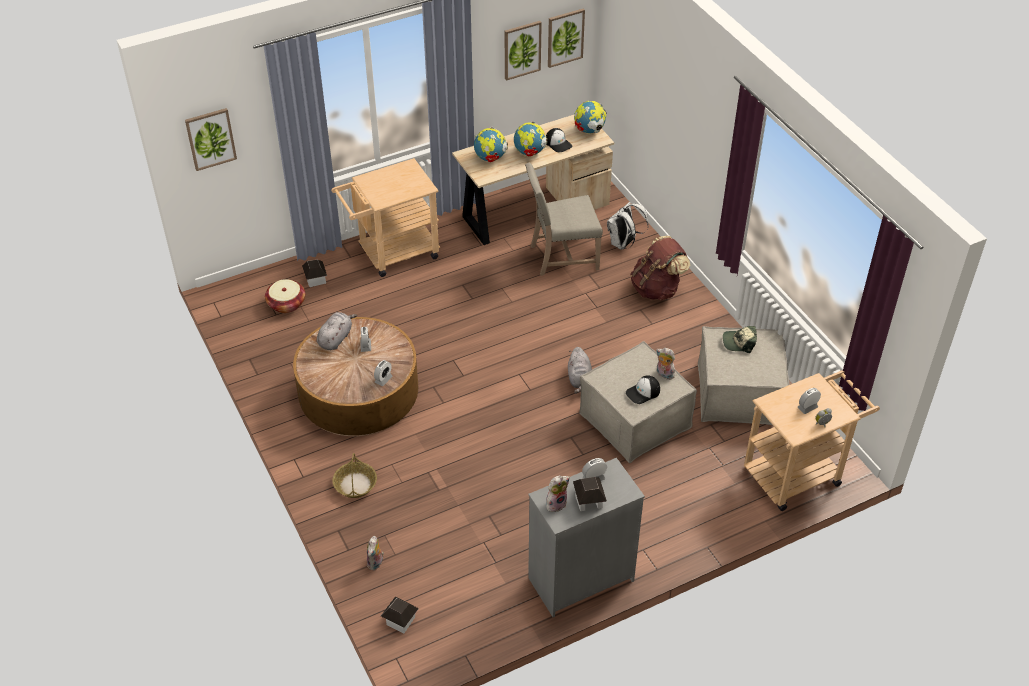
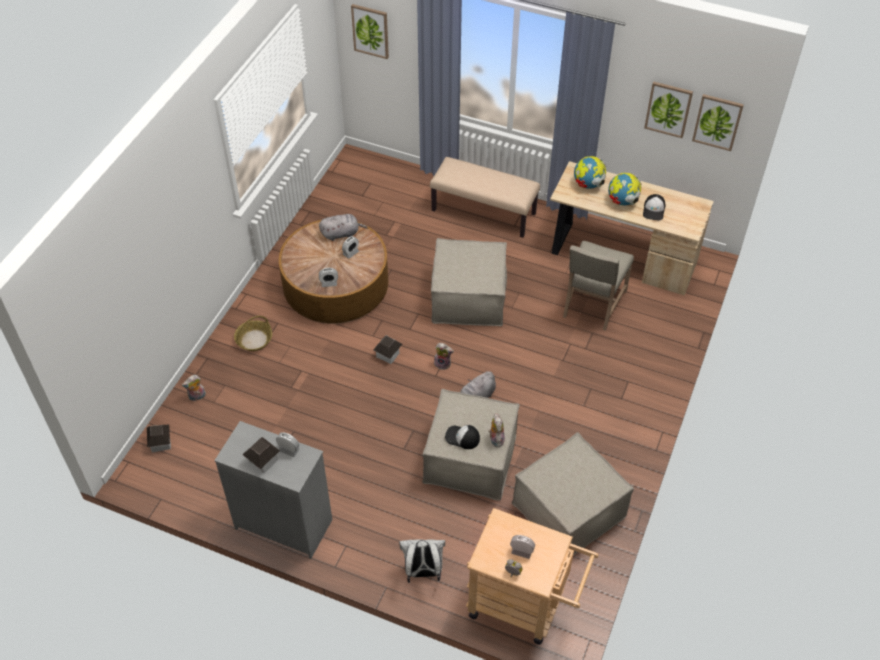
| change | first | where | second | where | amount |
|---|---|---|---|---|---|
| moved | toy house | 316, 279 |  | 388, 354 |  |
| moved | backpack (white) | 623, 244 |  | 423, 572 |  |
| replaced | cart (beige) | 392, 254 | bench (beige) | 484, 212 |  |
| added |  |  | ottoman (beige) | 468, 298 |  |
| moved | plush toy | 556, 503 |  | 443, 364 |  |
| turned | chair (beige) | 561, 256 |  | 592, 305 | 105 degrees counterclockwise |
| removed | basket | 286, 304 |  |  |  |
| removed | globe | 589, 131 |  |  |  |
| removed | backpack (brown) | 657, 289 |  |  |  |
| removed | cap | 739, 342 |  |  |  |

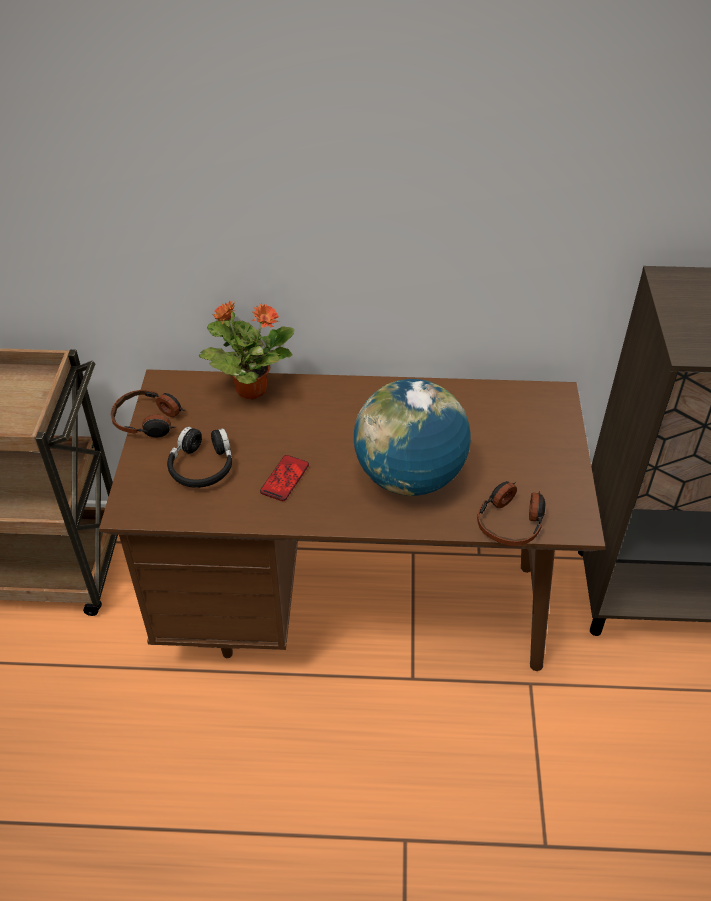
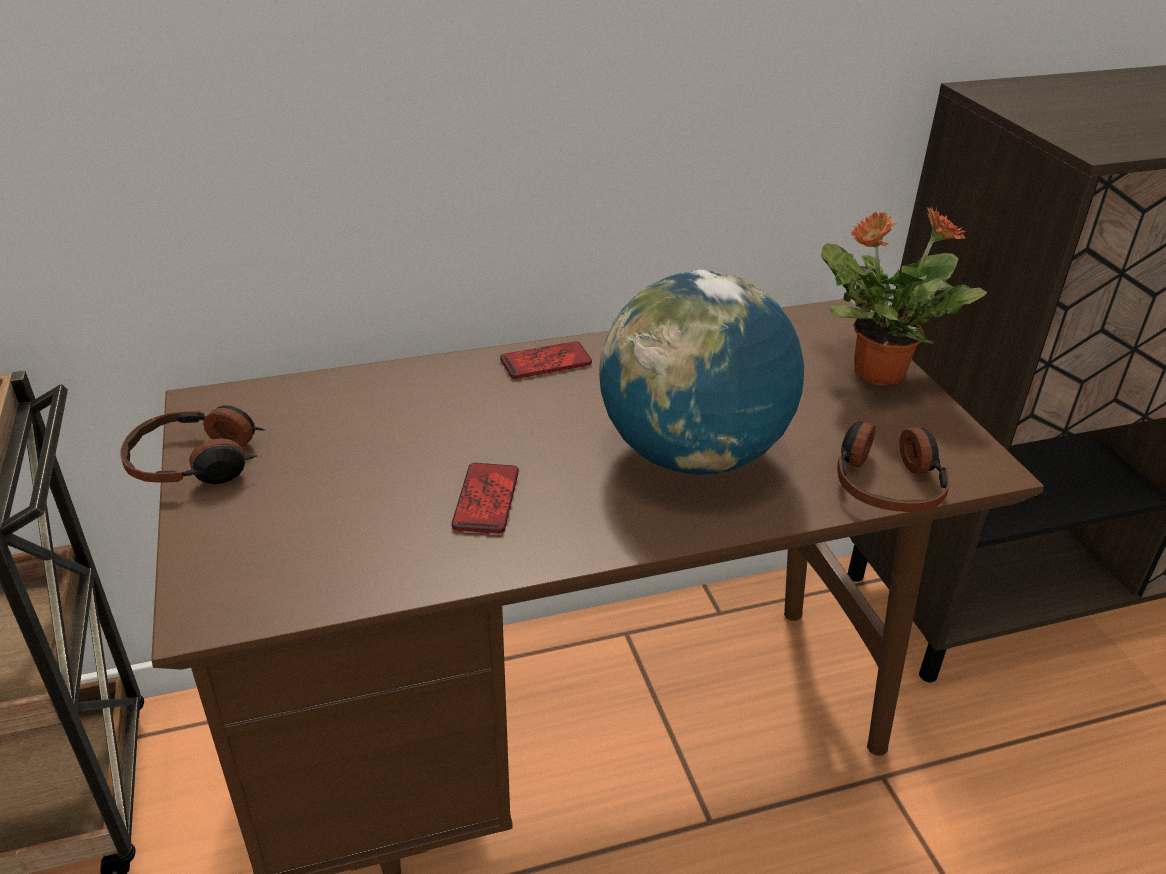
| change | first | where | second | where | amount |
|---|---|---|---|---|---|
| added |  |  | phone | 546, 362 |  |
| moved | potted plant | 250, 389 |  | 876, 372 |  |
| removed | headphones (black) | 202, 466 |  |  |  |

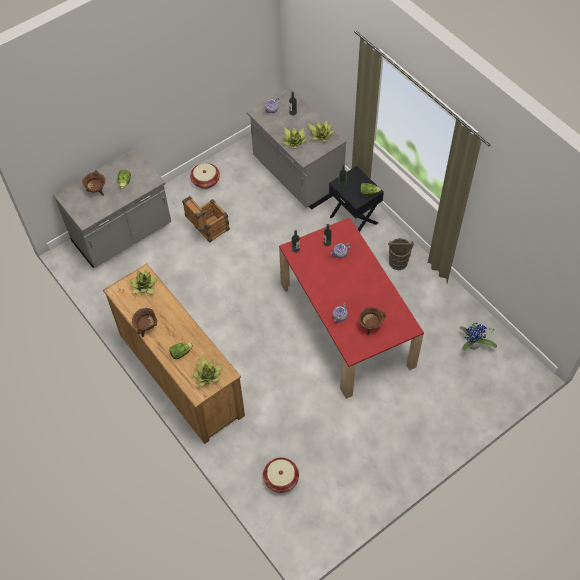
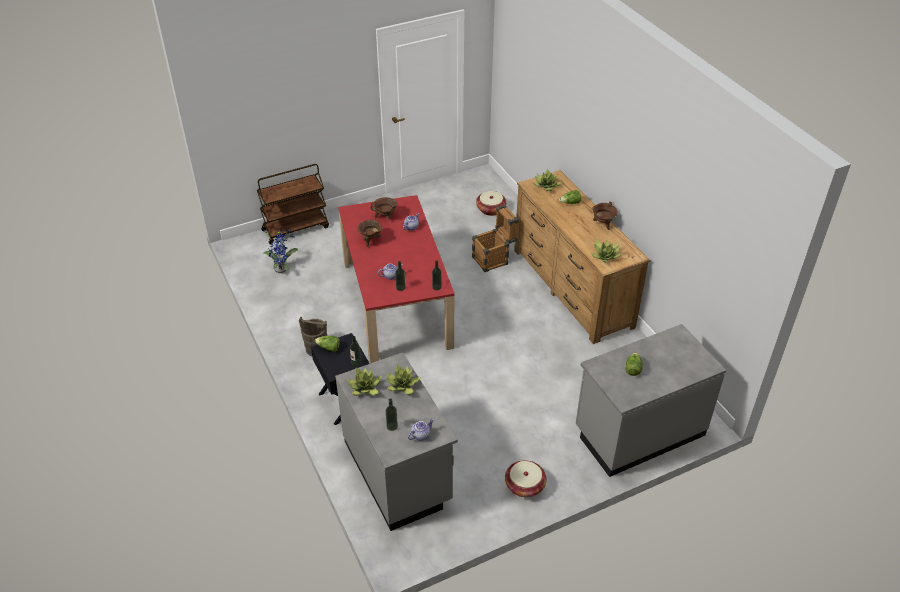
| change | first | where | second | where | amount |
|---|---|---|---|---|---|
| added |  |  | cart (brown) | 296, 228 |  |
| moved | cooking pot (brown) | 97, 191 |  | 370, 240 |  |
| moved | crate | 208, 230 |  | 494, 259 |  |

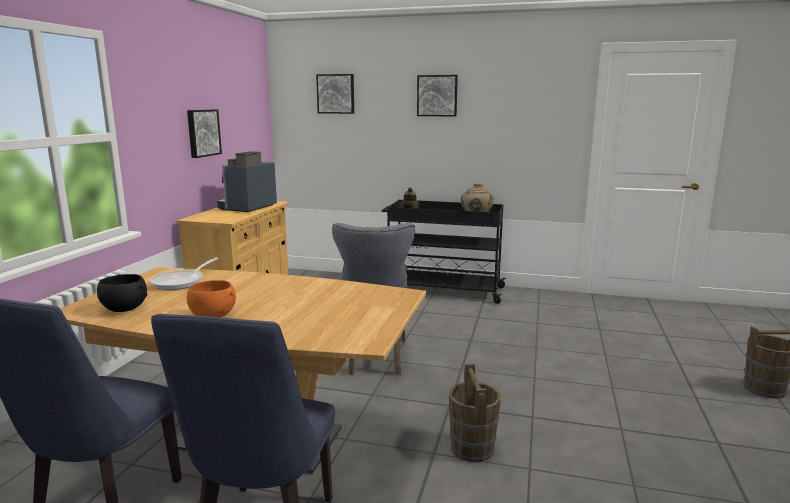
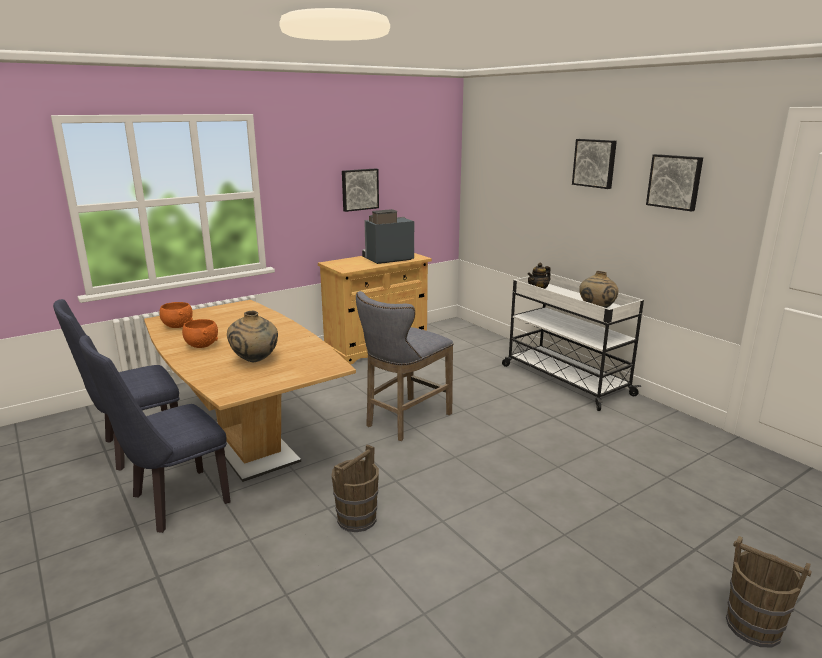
| change | first | where | second | where | amount |
|---|---|---|---|---|---|
| recoloured | bowl (black) | 124, 309 | bowl (orange) | 177, 326 |  |
| added |  |  | vase (beige) | 255, 361 |  |
| recoloured | cart (black) | 442, 290 | cart (white) | 564, 379 |  |
| moved | picture | 336, 94 |  | 675, 182 |  |
| removed | frying pan | 181, 282 |  |  |  |

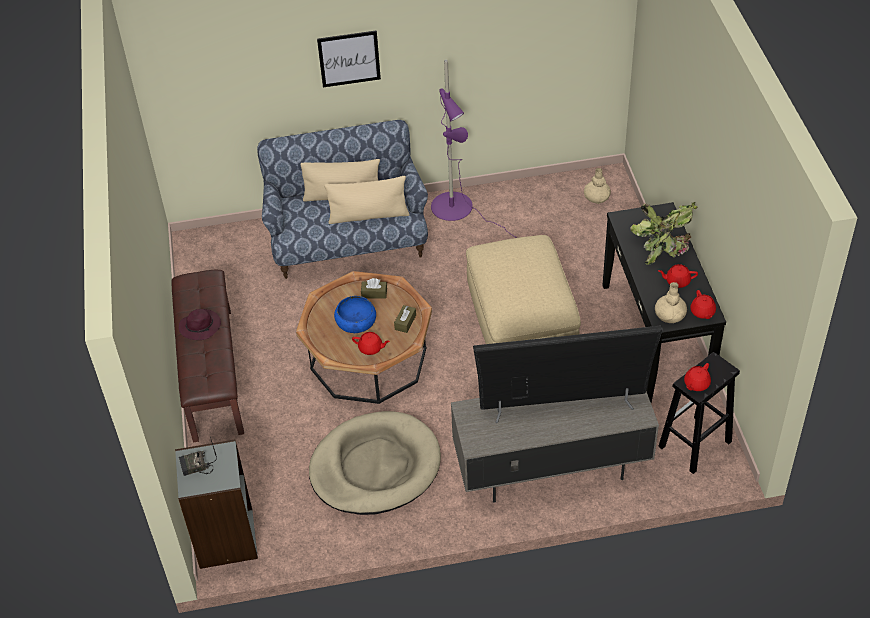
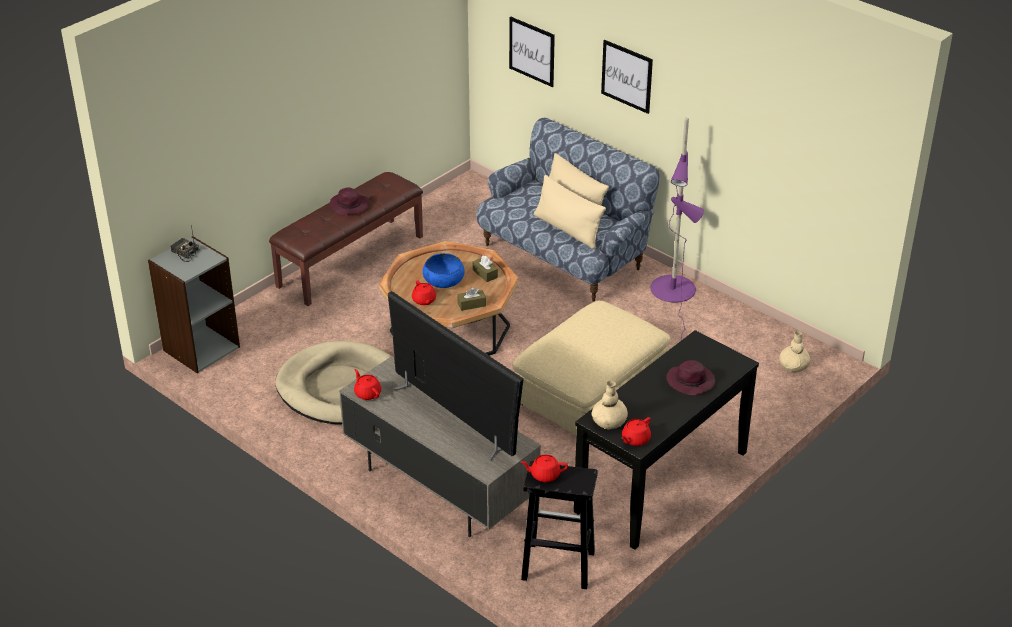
| change | first | where | second | where | amount |
|---|---|---|---|---|---|
| moved | teapot (red) | 677, 281 |  | 367, 393 |  |
| added |  |  | picture | 532, 51 |  |
| replaced | potted plant | 664, 247 | hat (purple) | 691, 381 |  |

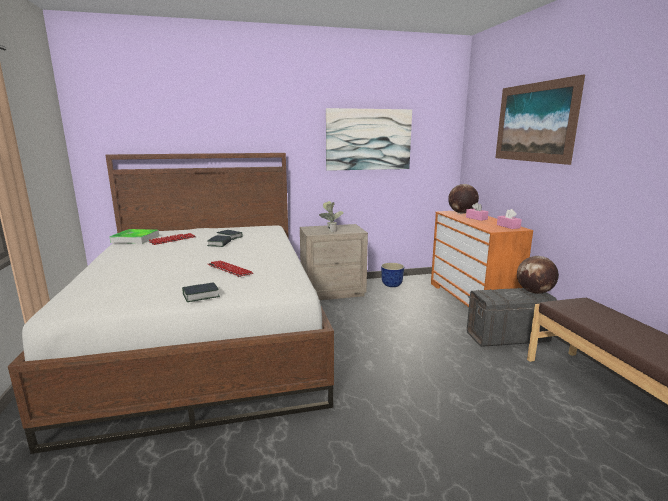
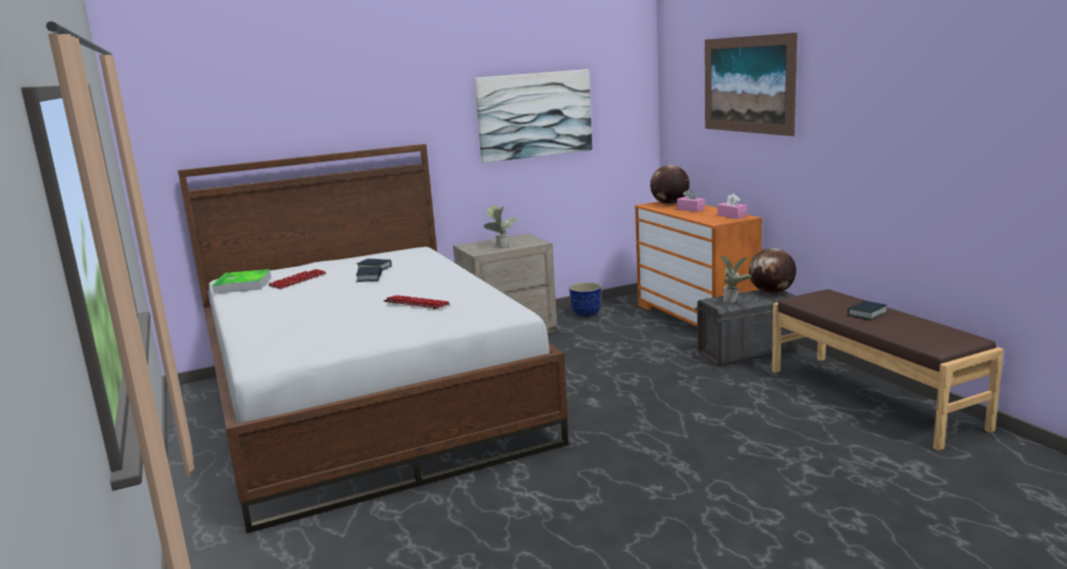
| change | first | where | second | where | amount |
|---|---|---|---|---|---|
| added |  |  | potted plant | 734, 300 |  |
| moved | book | 201, 295 |  | 867, 314 |  |

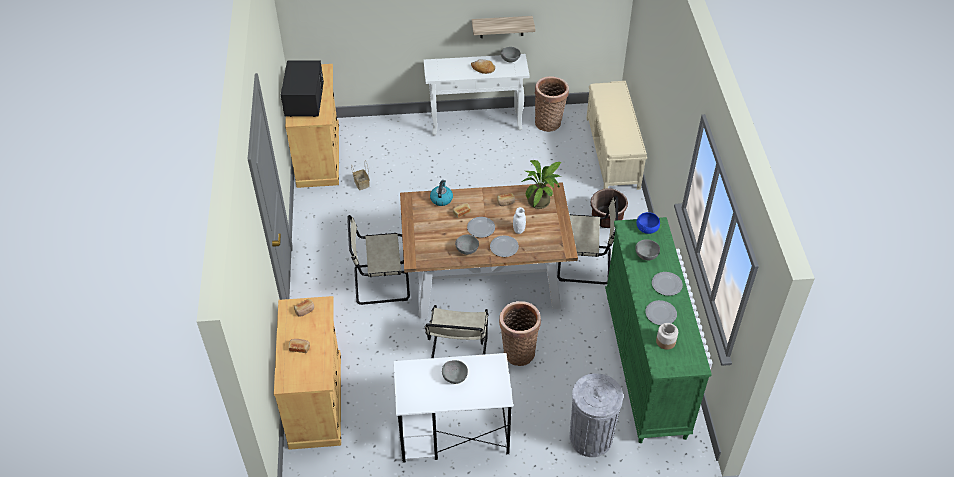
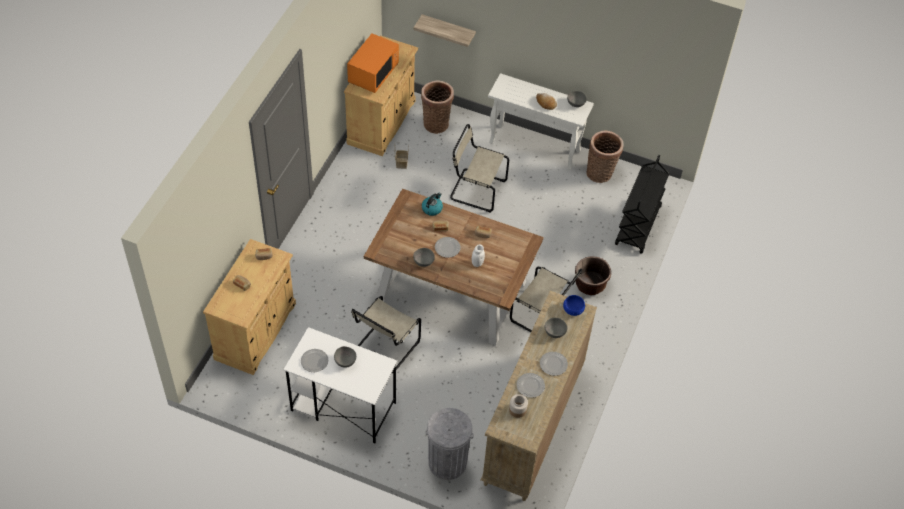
| change | first | where | second | where | amount |
|---|---|---|---|---|---|
| moved | plate | 504, 247 |  | 315, 361 |  |
| recoloured | microwave (black) | 304, 101 | microwave (orange) | 373, 73 |  |
| moved | shelf | 502, 27 |  | 448, 30 |  |
| moved | basket | 518, 351 |  | 436, 122 |  |
| moved | chair (beige) | 379, 283 |  | 476, 189 |  |
| recoloured | dresser (green) | 644, 365 | dresser (beige) | 533, 425 |  |
| replaced | bench (beige) | 612, 153 | cart (black) | 638, 226 |  |
| removed | potted plant | 541, 200 |  |  |  |

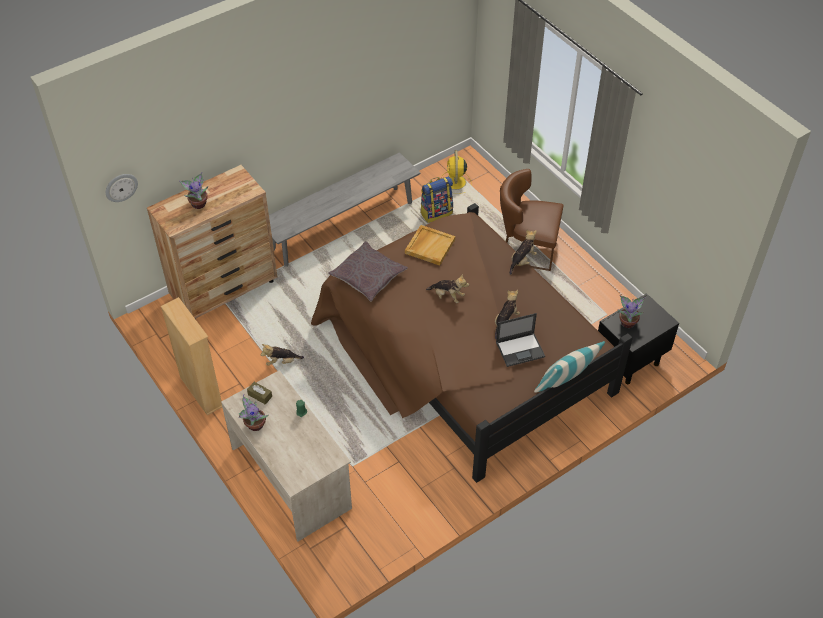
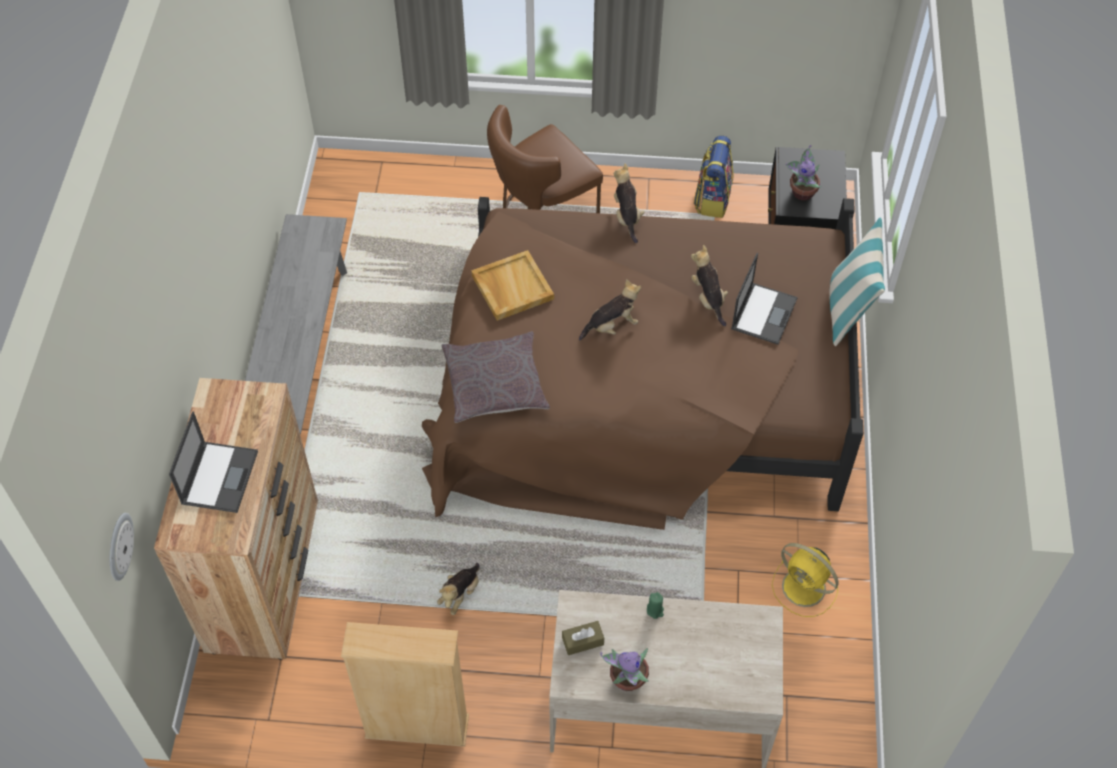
| change | first | where | second | where | amount |
|---|---|---|---|---|---|
| replaced | potted plant | 198, 203 | laptop | 219, 476 |  |
| moved | backpack | 436, 212 |  | 712, 199 |  |
| moved | fan (yellow) | 455, 183 |  | 805, 588 |  |

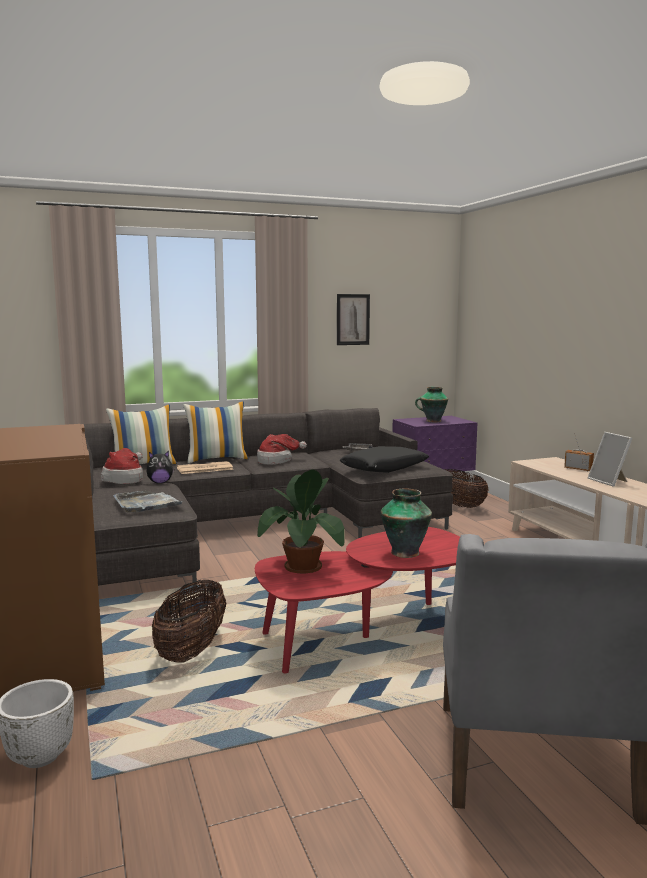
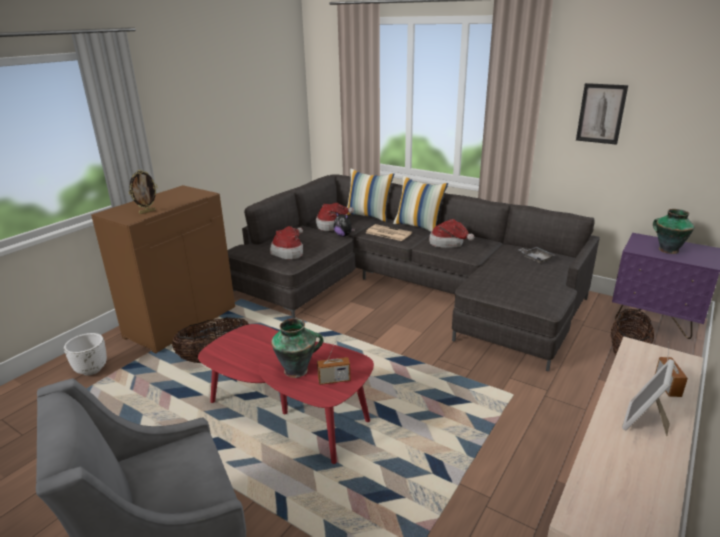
| change | first | where | second | where | amount |
|---|---|---|---|---|---|
| added |  |  | picture frame | 147, 212 |  |
| replaced | tray (grey) | 147, 504 | hat | 289, 252 |  |
| added |  |  | radio | 334, 380 |  |
| removed | potted plant | 302, 567 |  |  |  |
| removed | pillow (black) | 384, 468 |  |  |  |

